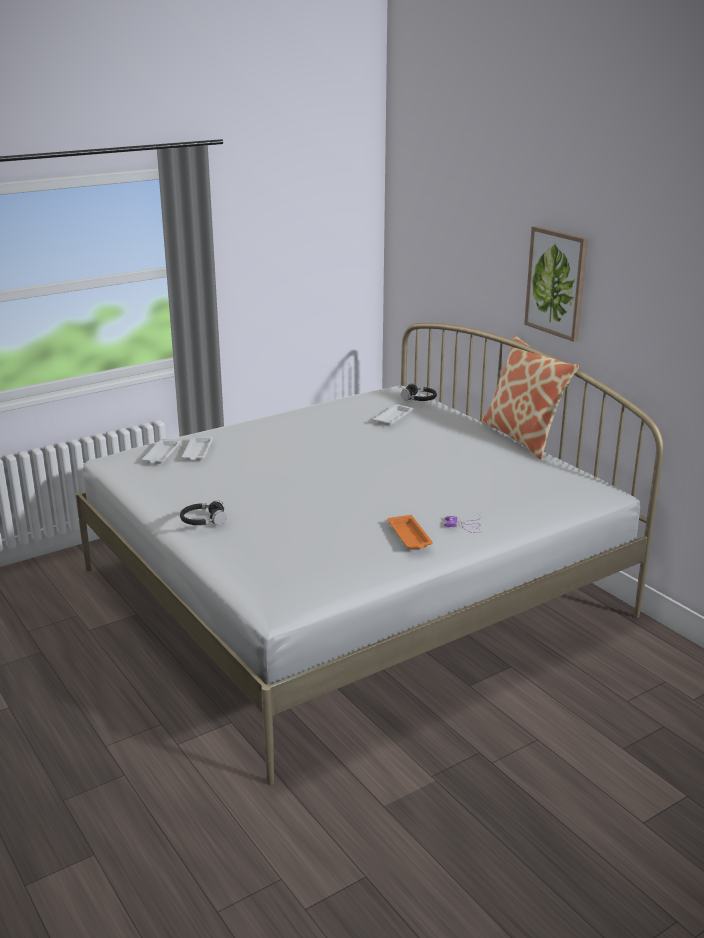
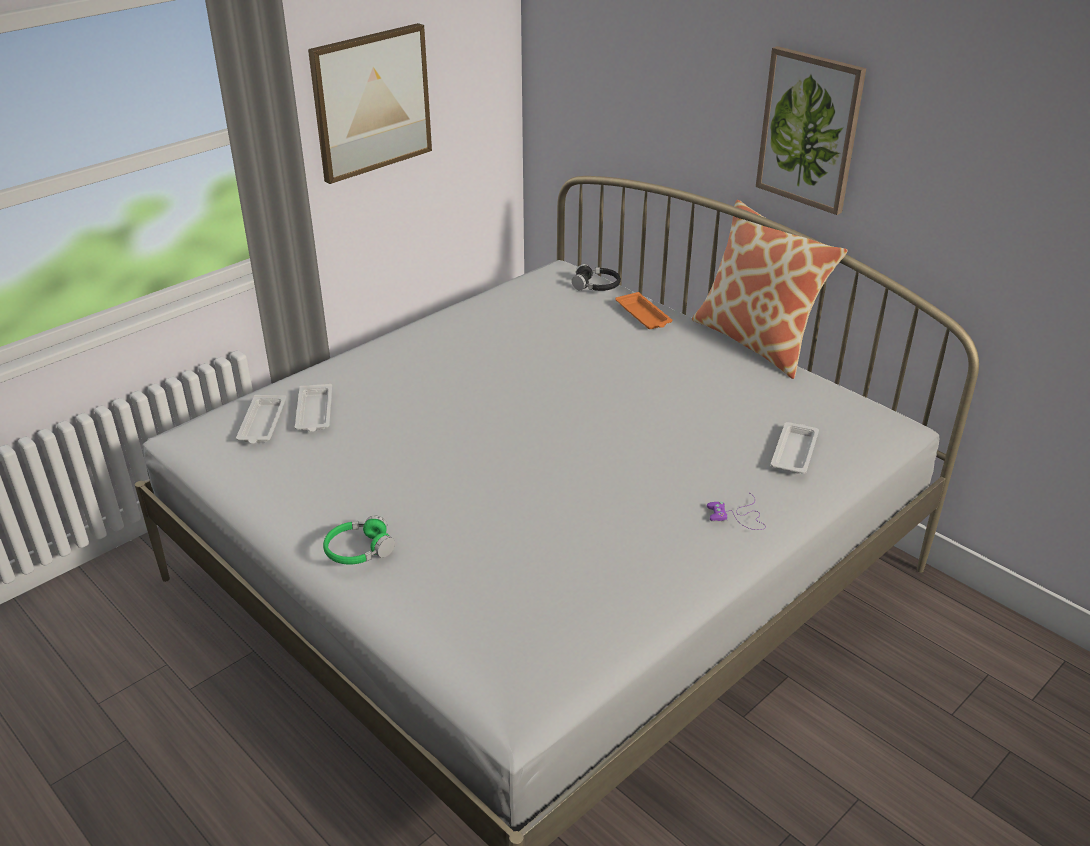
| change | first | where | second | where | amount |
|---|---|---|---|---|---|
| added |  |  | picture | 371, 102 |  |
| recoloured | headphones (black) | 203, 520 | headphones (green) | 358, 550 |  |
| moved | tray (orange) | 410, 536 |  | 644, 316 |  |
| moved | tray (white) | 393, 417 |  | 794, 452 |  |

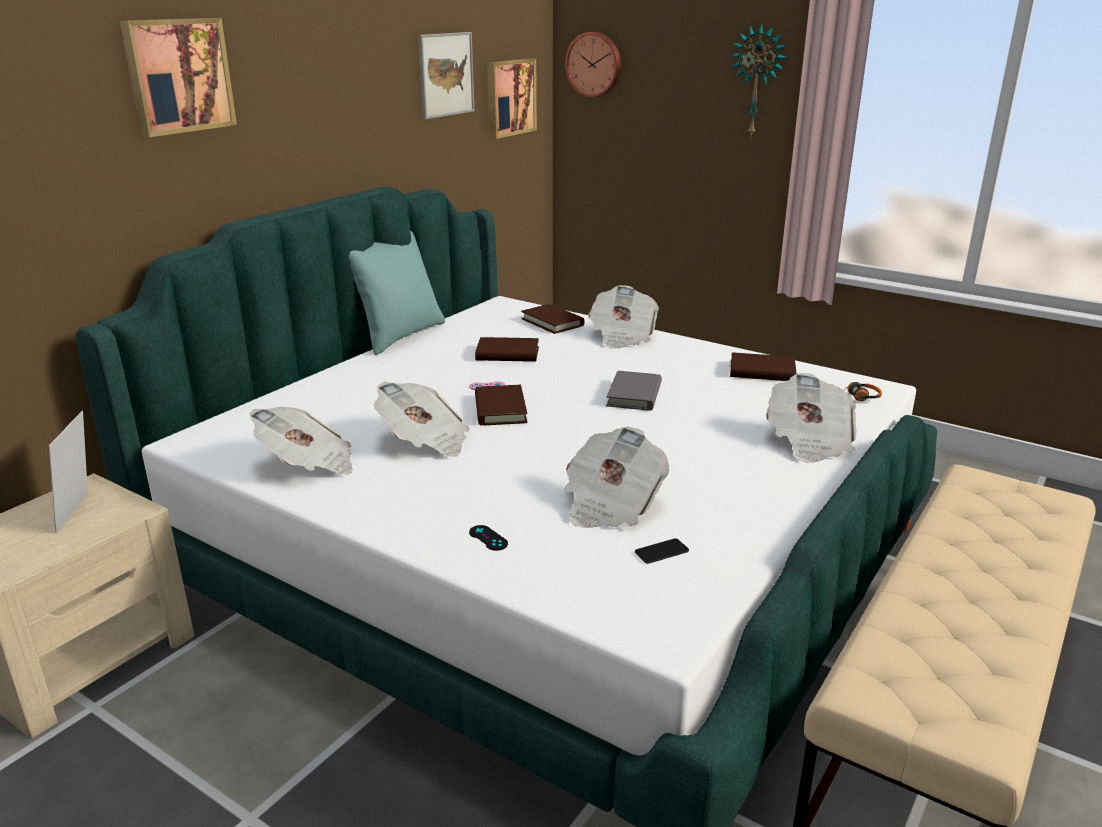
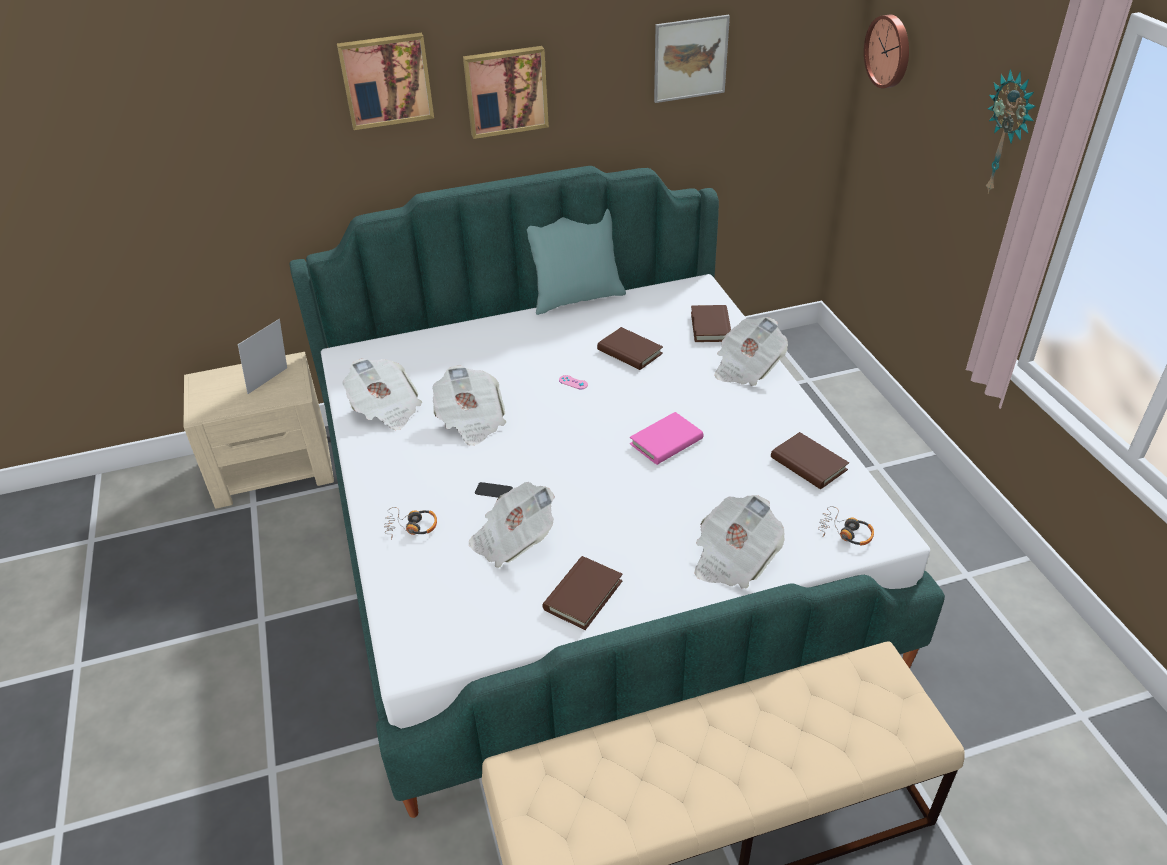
| change | first | where | second | where | amount |
|---|---|---|---|---|---|
| replaced | game controller (black) | 488, 538 | headphones | 411, 527 |  |
| moved | picture | 509, 97 |  | 505, 91 |  |
| moved | phone | 661, 552 |  | 493, 491 |  |
| moved | book (brown) | 500, 409 |  | 583, 595 |  |
| recoloured | book (grey) | 634, 395 | book (pink) | 666, 442 |  |

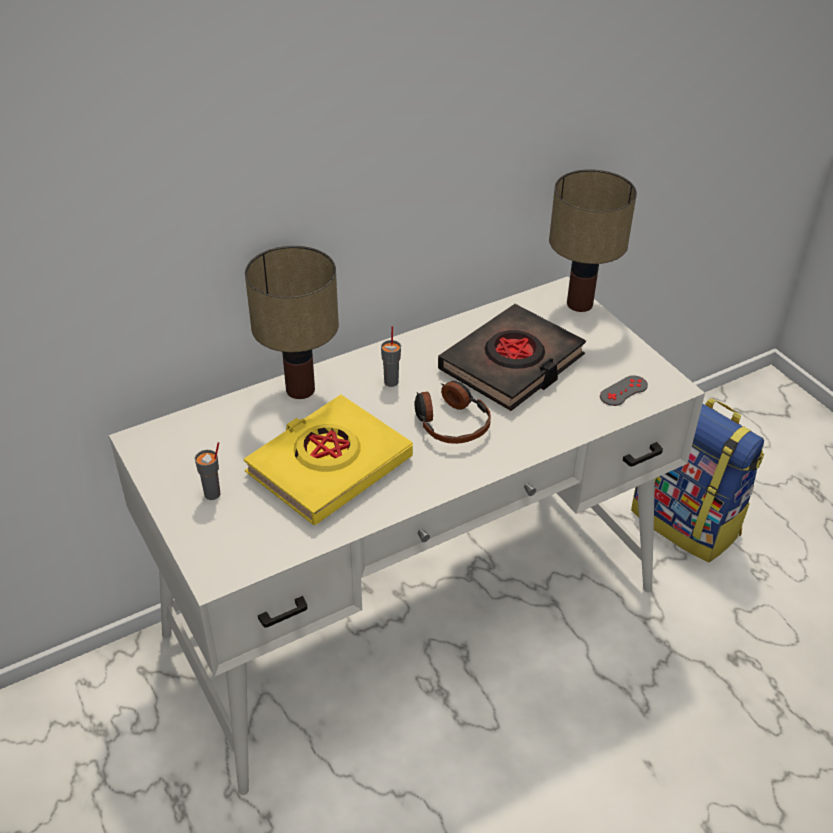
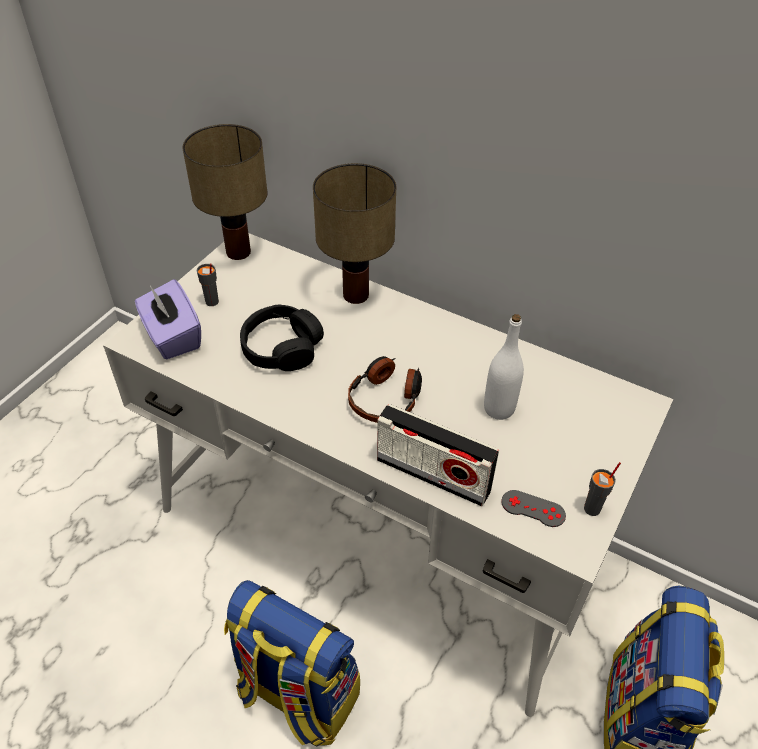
| change | first | where | second | where | amount |
|---|---|---|---|---|---|
| added |  |  | tissue box (purple) | 172, 337 |  |
| moved | table lamp | 580, 305 |  | 237, 252 |  |
| added |  |  | backpack | 296, 694 |  |
| replaced | book (yellow) | 329, 466 | headphones (black) | 282, 348 |  |
| added |  |  | radio | 433, 475 |  |
| replaced | book (black) | 512, 364 | bottle (white) | 499, 409 |  |
| moved | cup (grey) | 391, 381 |  | 592, 509 |  |

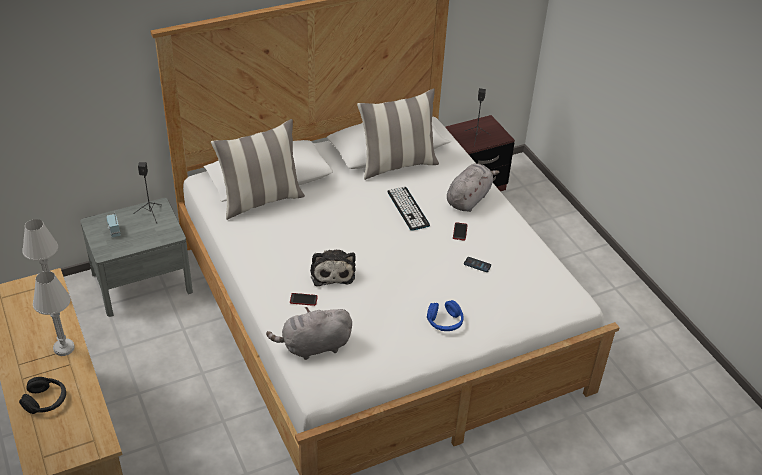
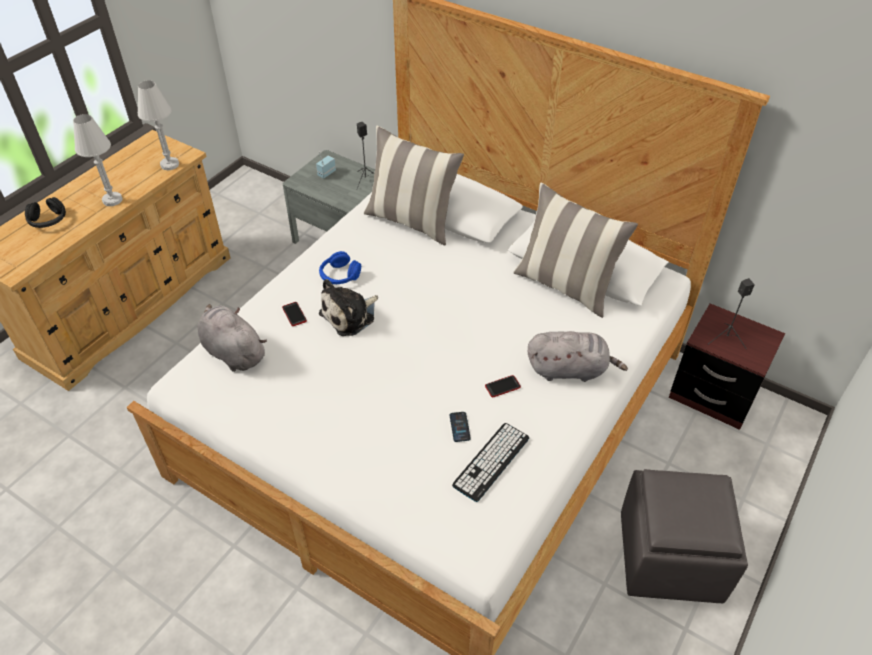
| change | first | where | second | where | amount |
|---|---|---|---|---|---|
| moved | headphones (blue) | 444, 322 |  | 339, 275 |  |
| moved | keyboard | 408, 208 |  | 491, 461 |  |
| added |  |  | ottoman (grey) | 671, 558 |  |

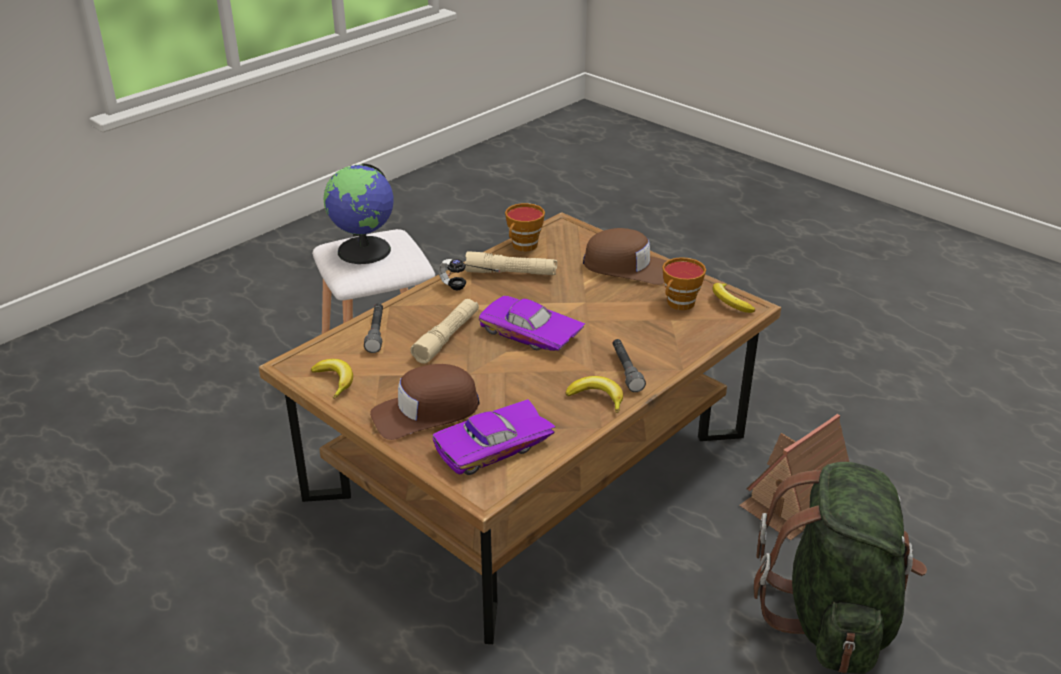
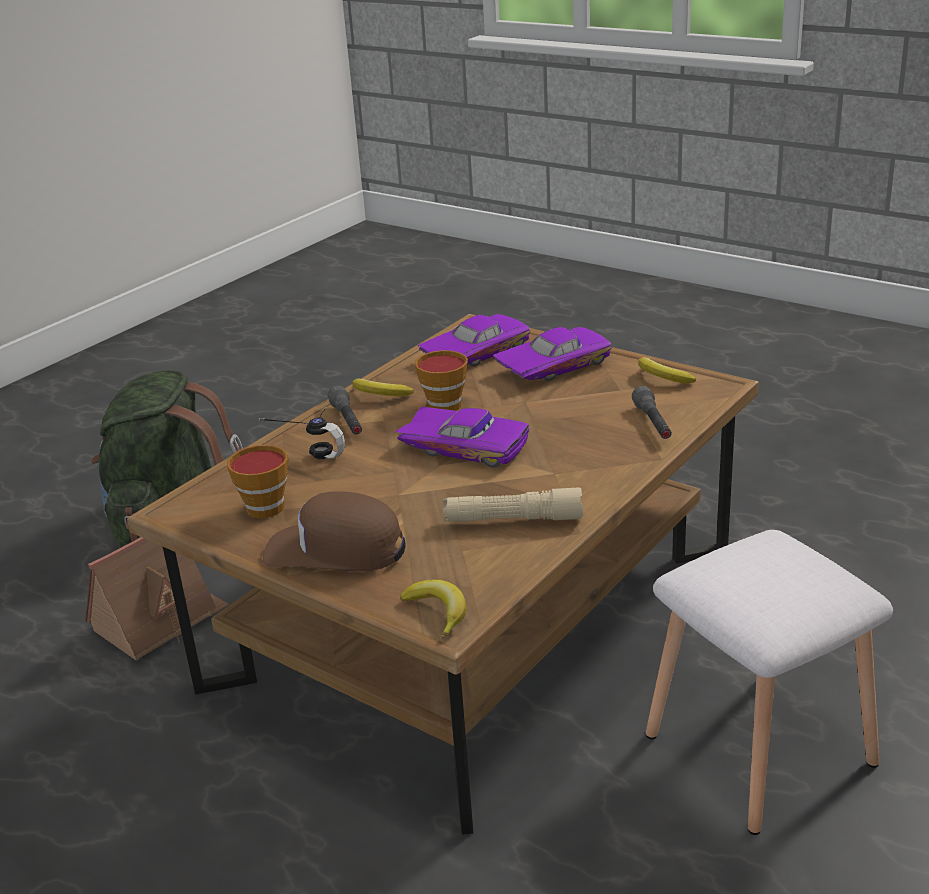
| change | first | where | second | where | amount |
|---|---|---|---|---|---|
| moved | headphones | 463, 293 |  | 312, 449 |  |
| moved | banana | 729, 302 |  | 438, 612 |  |
| moved | cup | 523, 246 |  | 446, 403 |  |
| replaced | cap (brown) | 425, 412 | toy car (purple) | 551, 365 |  |
| removed | globe | 365, 250 |  |  |  |
| removed | flashlight (beige) | 447, 337 |  |  |  |

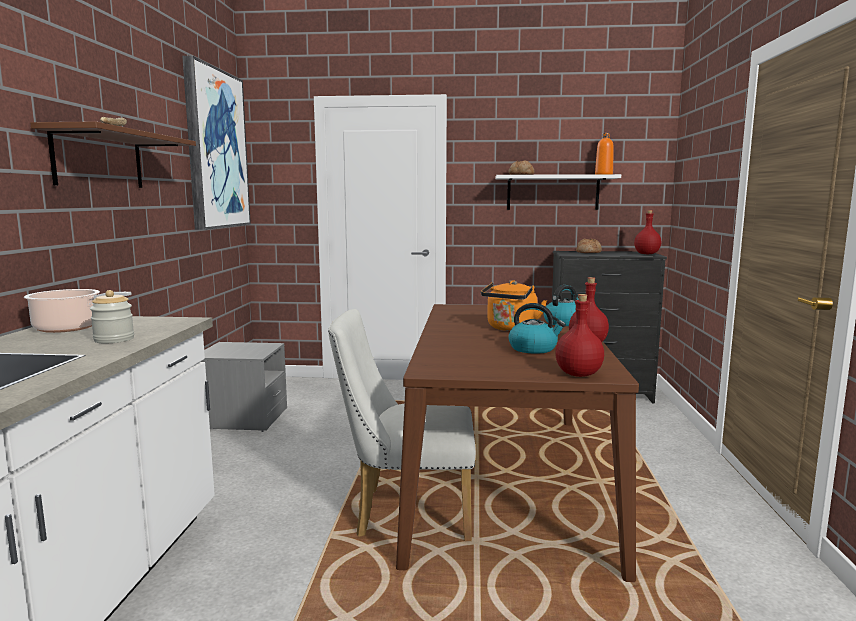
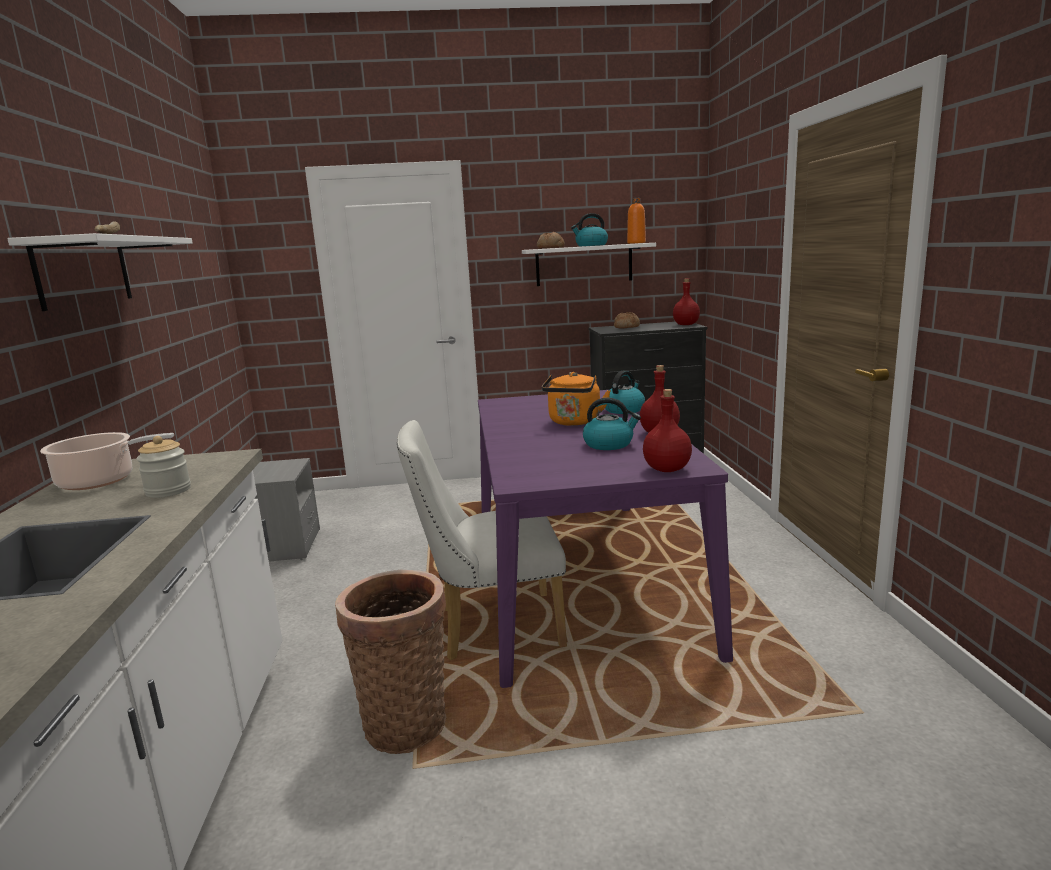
| change | first | where | second | where | amount |
|---|---|---|---|---|---|
| recoloured | shelf (brown) | 99, 160 | shelf (white) | 84, 272 |  |
| added |  |  | basket | 405, 720 |  |
| recoloured | dining table (brown) | 505, 479 | dining table (purple) | 580, 577 |  |
| added |  |  | kettle | 591, 245 |  |
| removed | picture | 215, 149 |  |  |  |

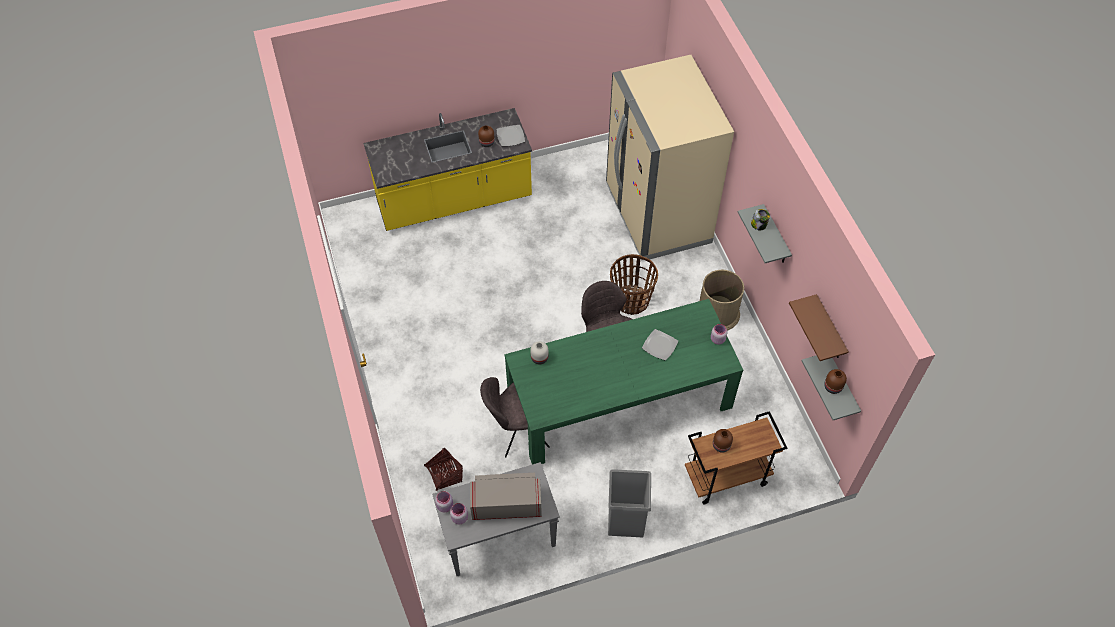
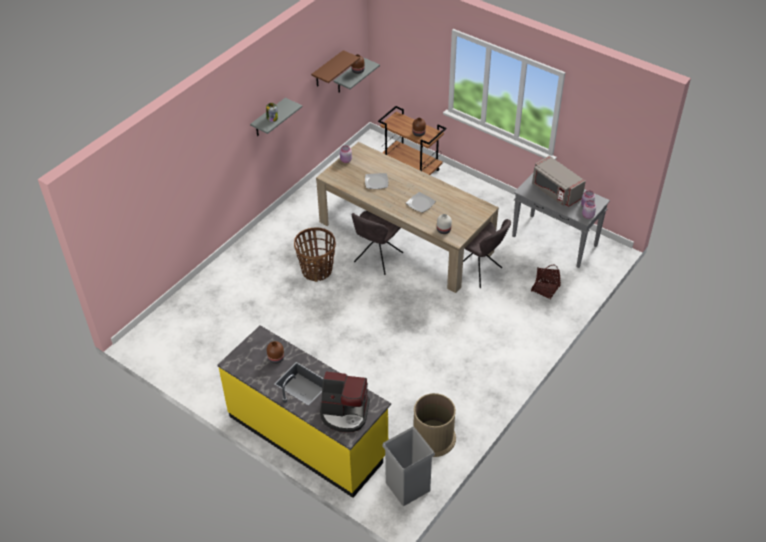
| change | first | where | second | where | amount |
|---|---|---|---|---|---|
| recoloured | dining table (green) | 619, 400 | dining table (beige) | 405, 237 |  |
| added |  |  | coffee machine | 345, 413 |  |
| moved | trash can (grey) | 626, 519 |  | 407, 486 |  |
| moved | plate | 510, 137 |  | 421, 203 |  |
| moved | trash can (brown) | 717, 313 |  | 433, 437 |  |
| removed | fridge (beige) | 657, 215 |  |  |  |

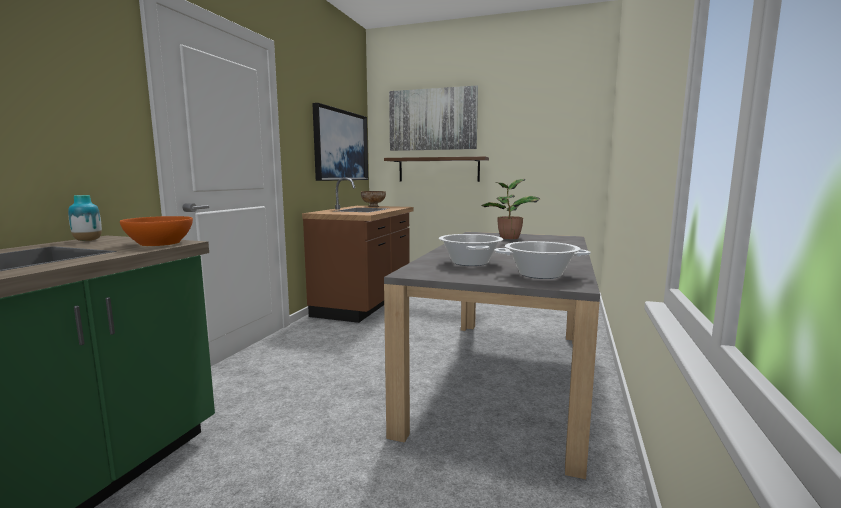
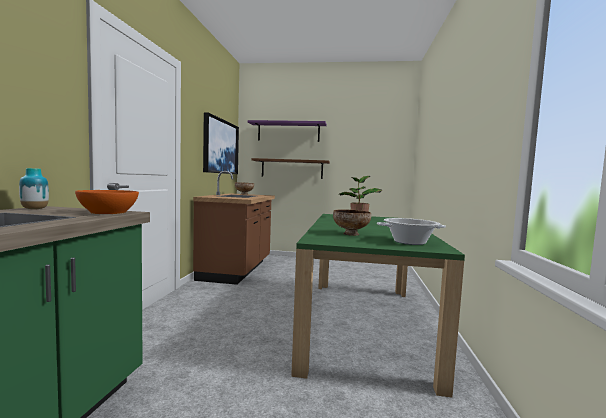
| change | first | where | second | where | amount |
|---|---|---|---|---|---|
| replaced | picture | 432, 119 | shelf (purple) | 288, 132 |  |
| recoloured | dining table (grey) | 503, 376 | dining table (green) | 362, 322 |  |
| replaced | cooking pot | 469, 263 | bowl | 350, 234 |  |

